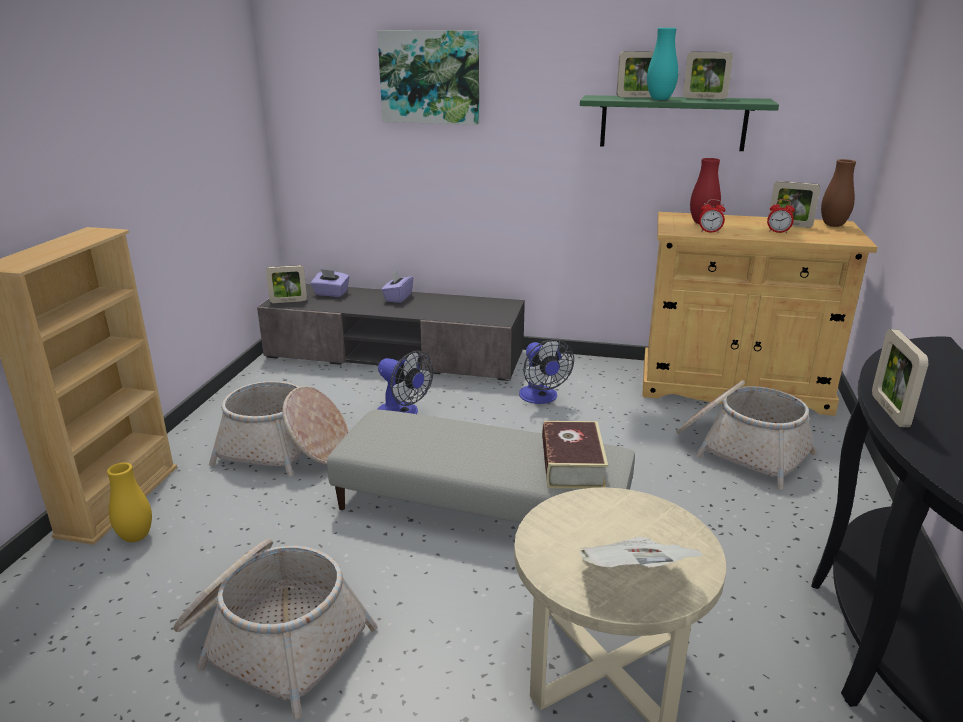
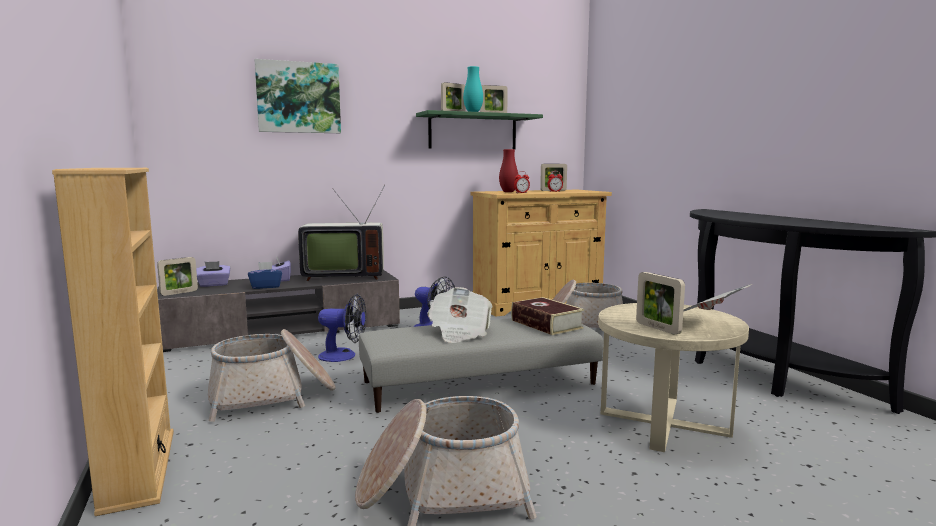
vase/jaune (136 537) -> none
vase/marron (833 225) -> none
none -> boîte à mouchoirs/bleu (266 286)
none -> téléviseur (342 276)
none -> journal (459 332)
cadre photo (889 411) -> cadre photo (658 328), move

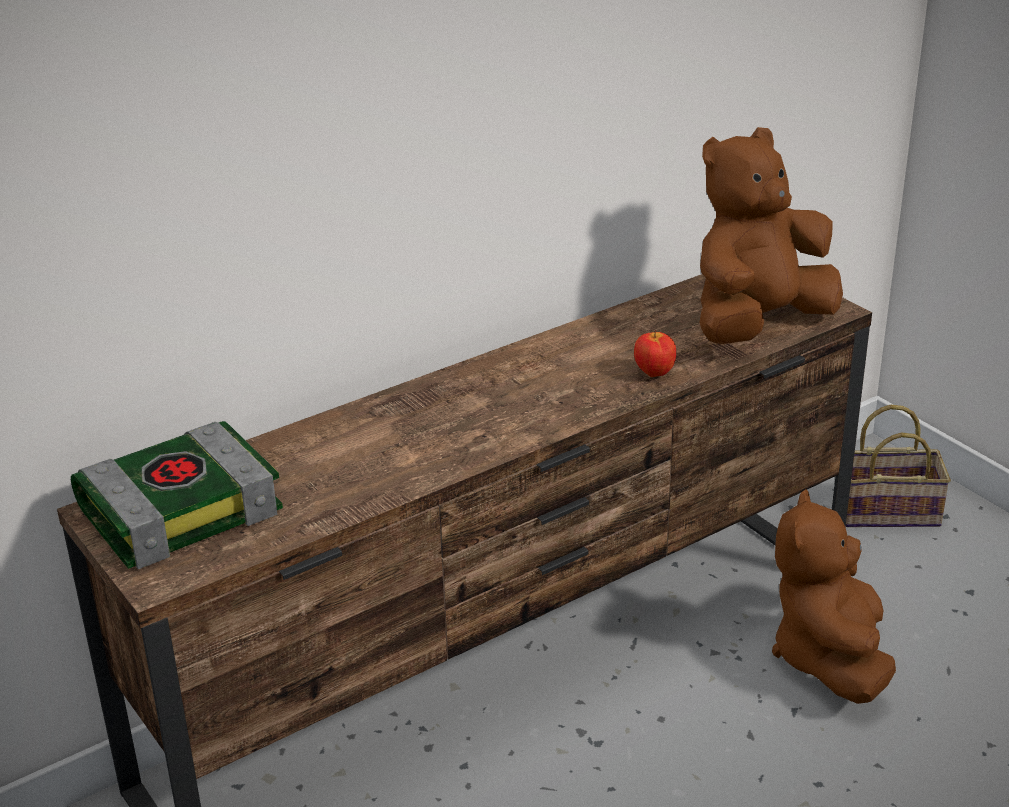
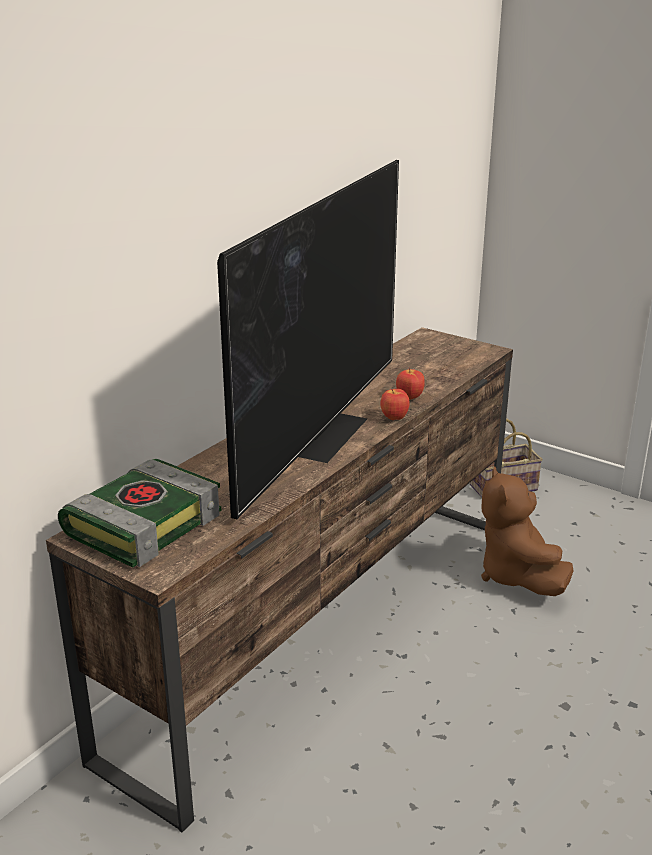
peluche/marron (758 325) -> none
none -> téléviseur (322 433)
none -> pomme (394 418)

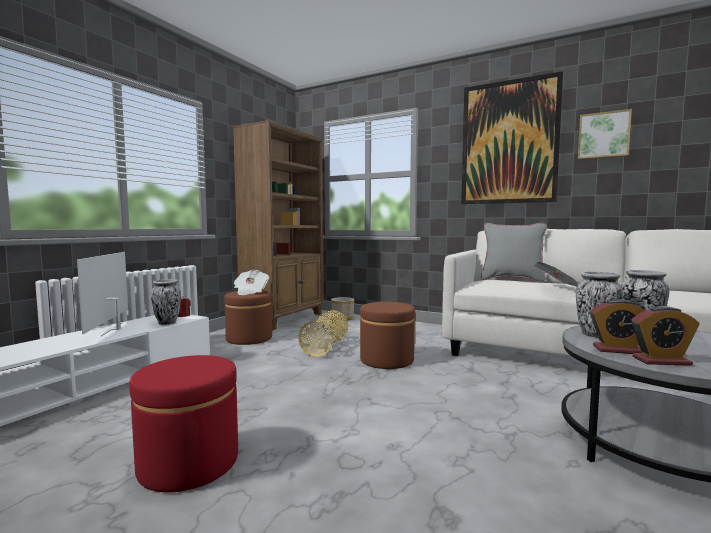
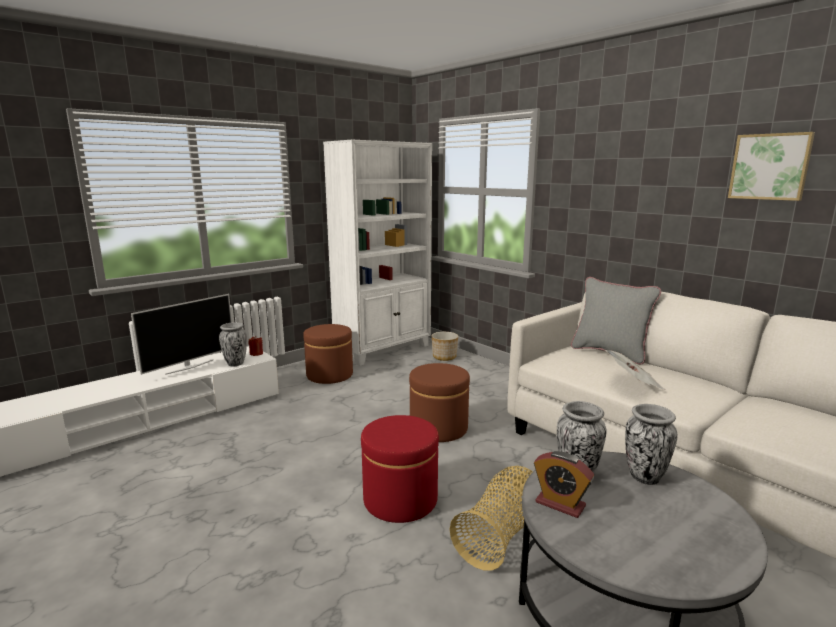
journal (250 292) -> none
tableau (509 142) -> none
réveil (661 361) -> none
pouf/rouge (189 463) -> pouf/rouge (400 499), move
panier (326 347) -> panier (501 535), move
bibliothèque/marron (284 319) -> bibliothèque/blanc (384 349)
téléviseur (114 329) -> téléviseur (189 367), 150 degrees counterclockwise

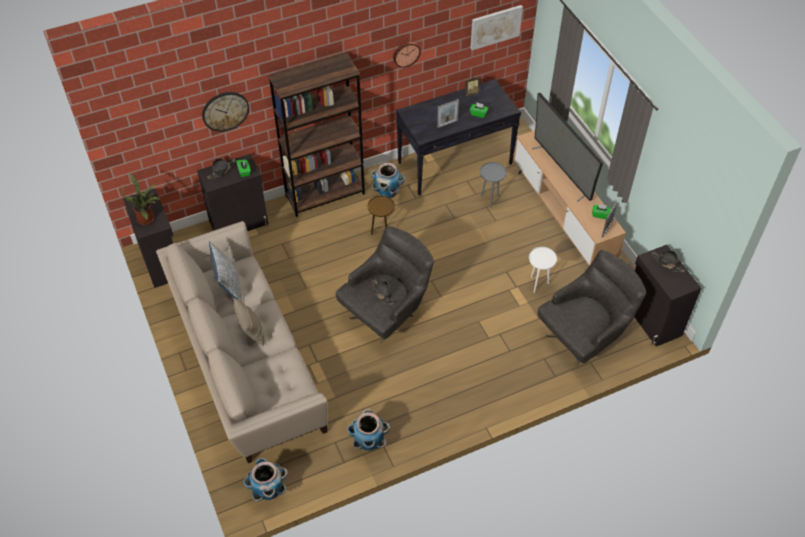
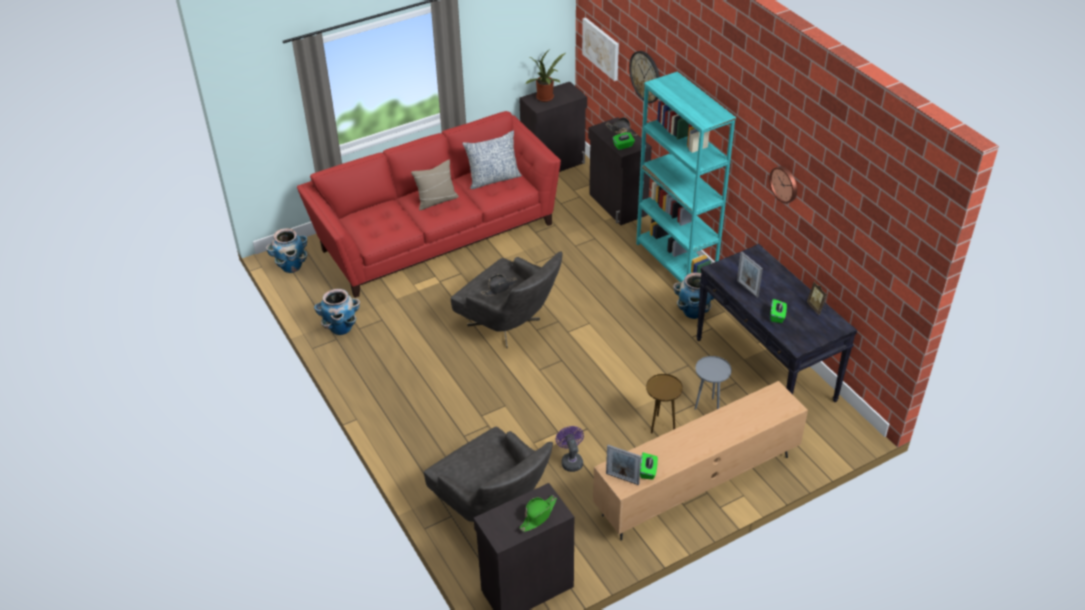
téléviseur (562 170) -> none
table d'appoint/marron (381 233) -> table d'appoint/marron (661 425), move
tableau (495 26) -> tableau (601 48), move
table d'appoint/blanc (537 284) -> ventilateur/violet (571 460)
canapé/beige (246 362) -> canapé/rouge (436 234)
bibliothèque/marron (325 195) -> bibliothèque/turquoise (675 262)
chapeau/noir (667 263) -> chapeau/vert (538 515)

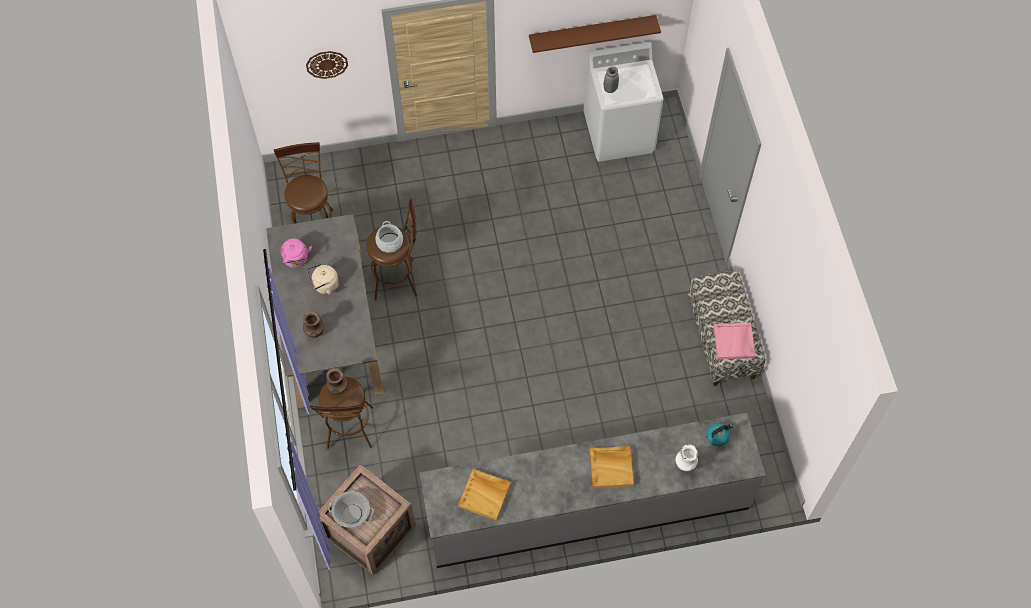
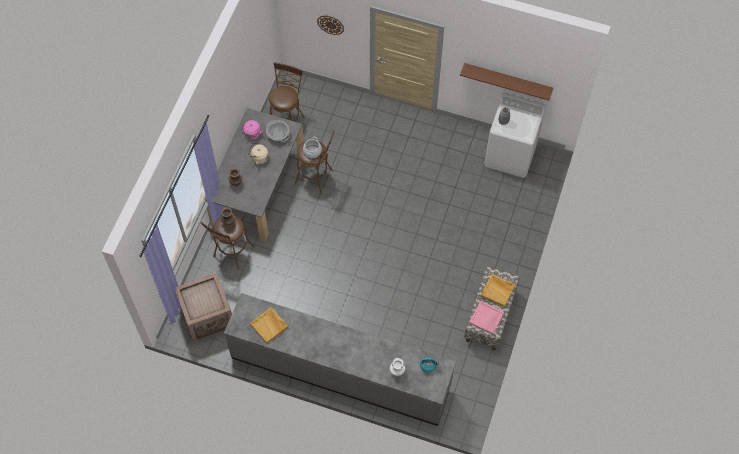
marmite (352 514) -> marmite (278 135), move
plateau/beige (611 467) -> plateau/beige (498 290), move

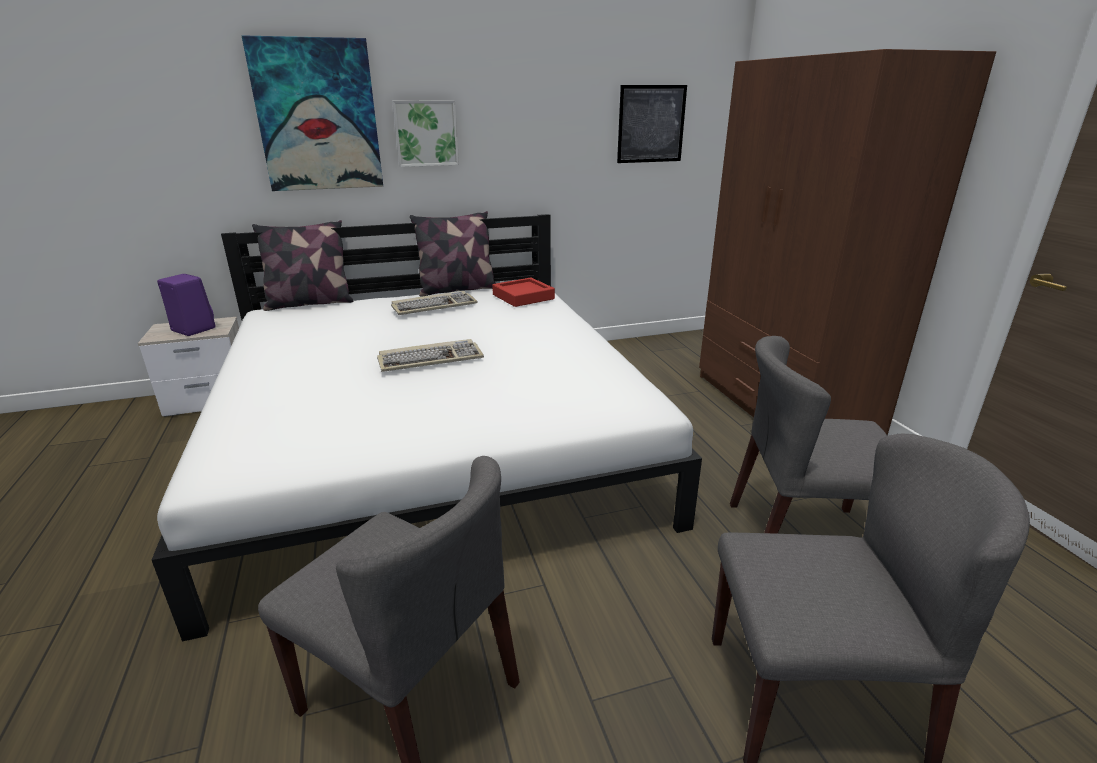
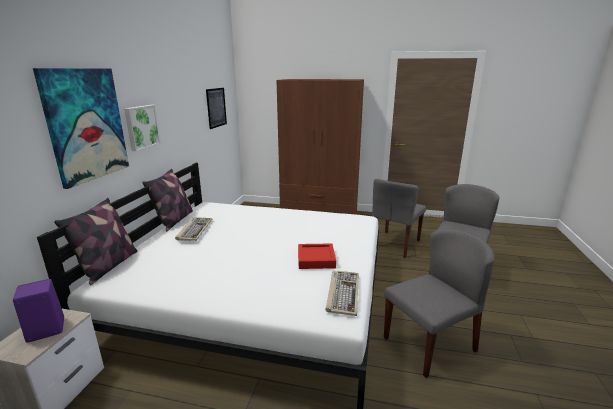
clavier (431 359) -> clavier (342 293), move
plateau/rouge (523 297) -> plateau/rouge (316 259), move

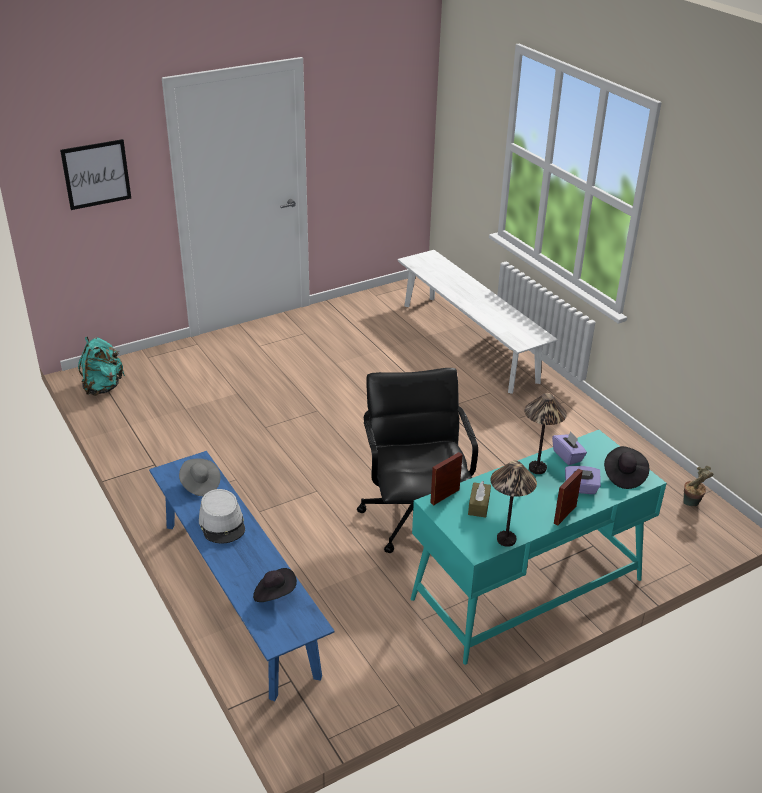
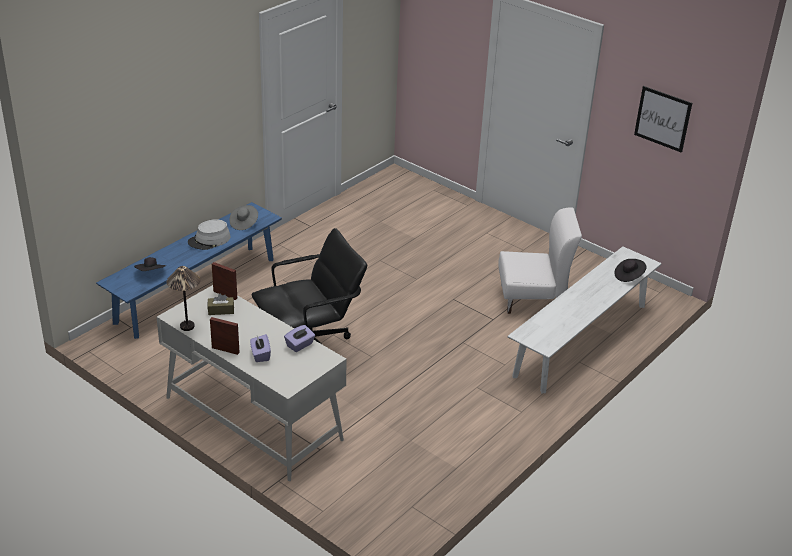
sac à dos/turquoise (103 387) -> none
lampe de table (537 468) -> none
plante en pot (691 504) -> none
none -> chaise/blanc (532 299)
tableau (96 174) -> tableau (662 118), move
chapeau/noir (624 475) -> chapeau/noir (628 276), move
bureau/turquoise (526 588) -> bureau/blanc (253 418)

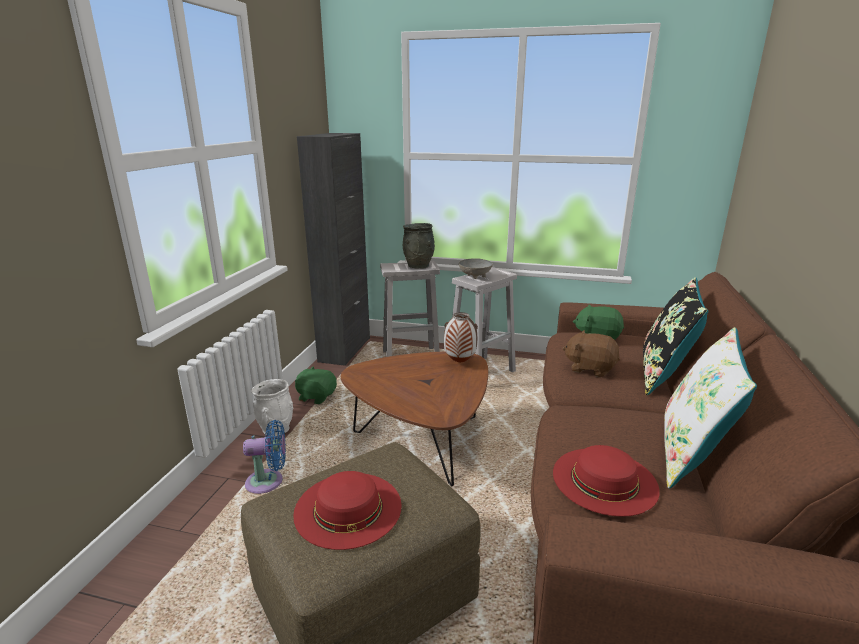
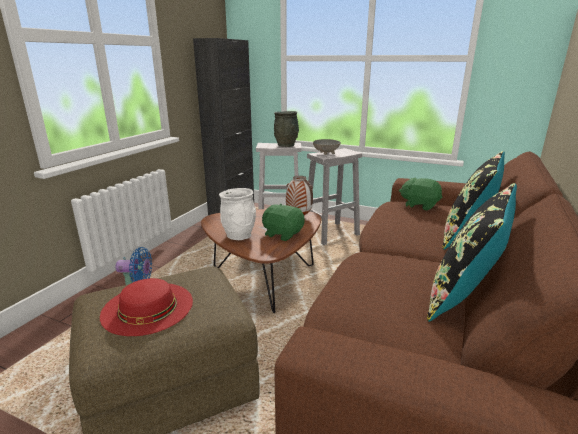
chapeau/rouge (604 480) -> none
peluche/marron (590 368) -> none
vase/blanc (276 429) -> vase/blanc (239 235), move
peluche/vert (316 396) -> peluche/vert (283 234), move
coussin/blanc (691 454) -> coussin/noir (463 297)

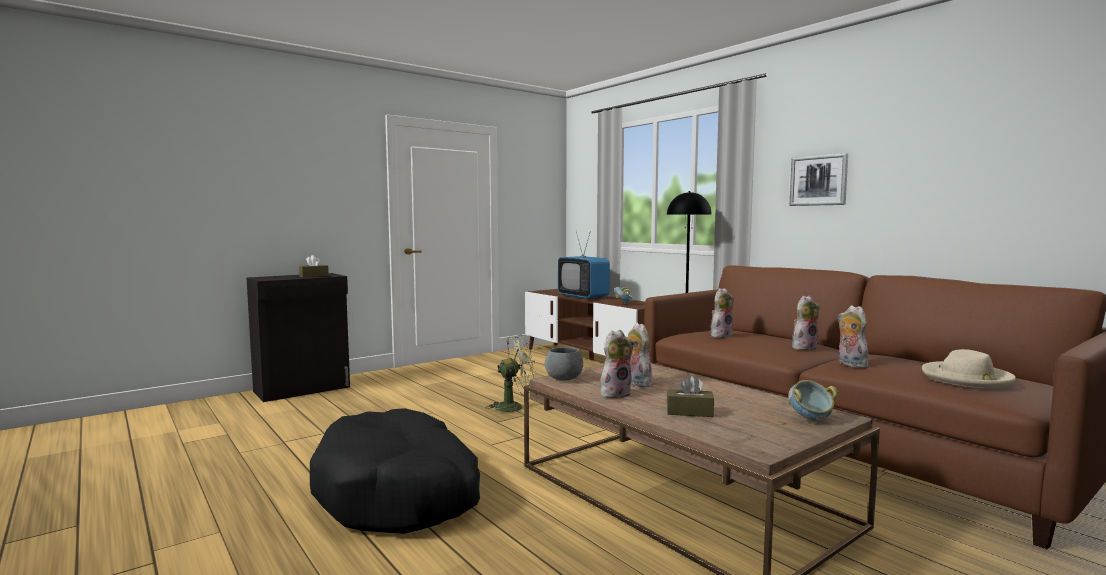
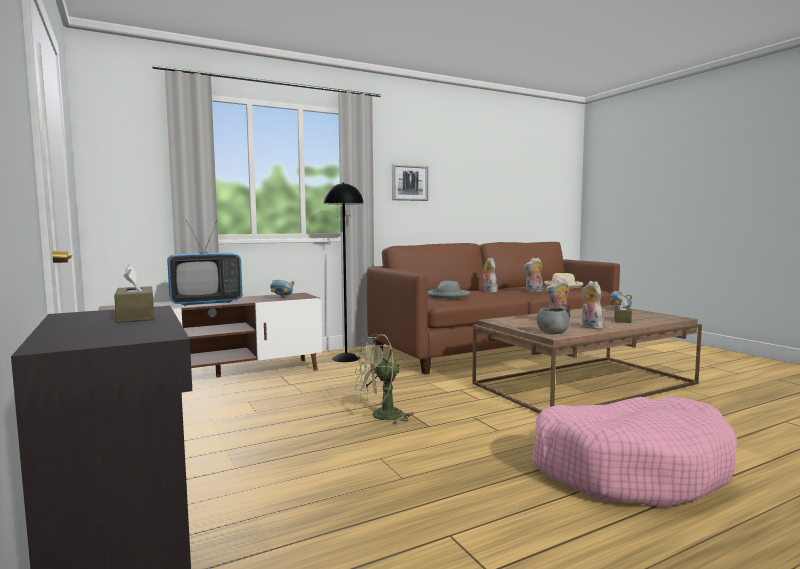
peluche (720 335) -> chapeau/gris (448 296)
panier pour chien/noir (399 492) -> panier pour chien/rose (630 469)
ventilateur/vert (515 407) -> ventilateur/vert (381 417), 105 degrees counterclockwise

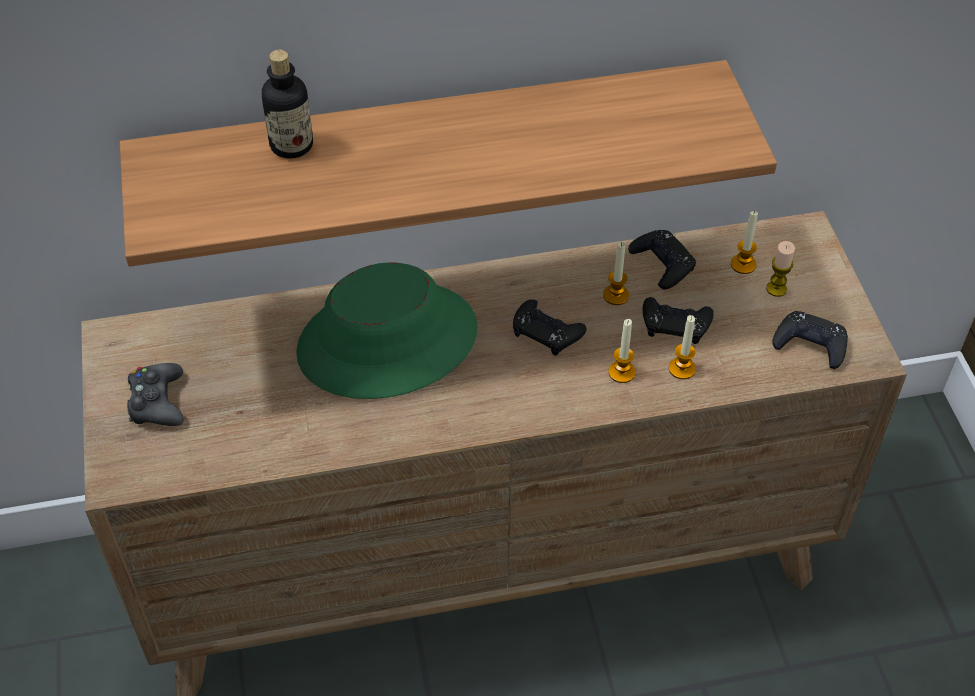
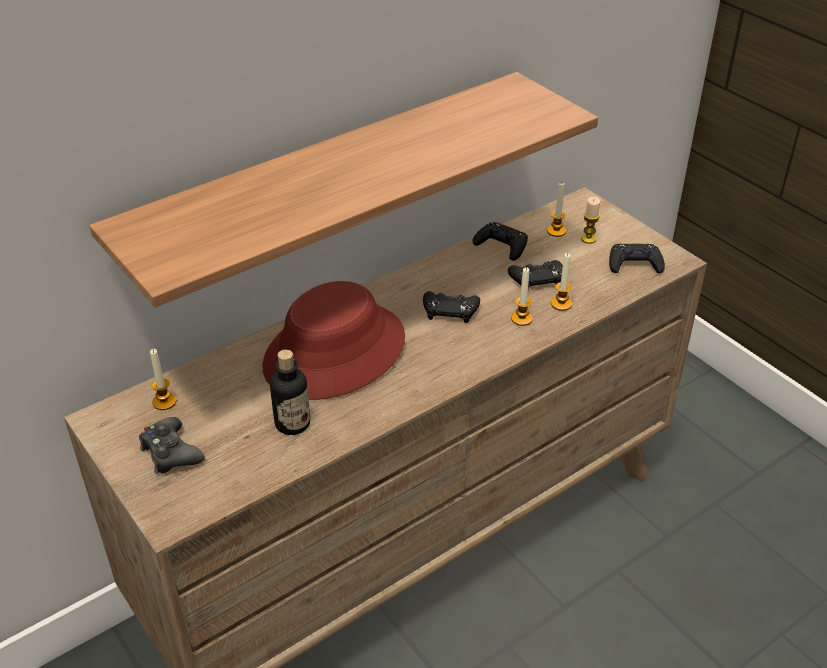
bouteille (291 145) -> bouteille (292 423), move
bougie (615 295) -> bougie (164 402), move
chapeau/vert (387 342) -> chapeau/rouge (335 352)

